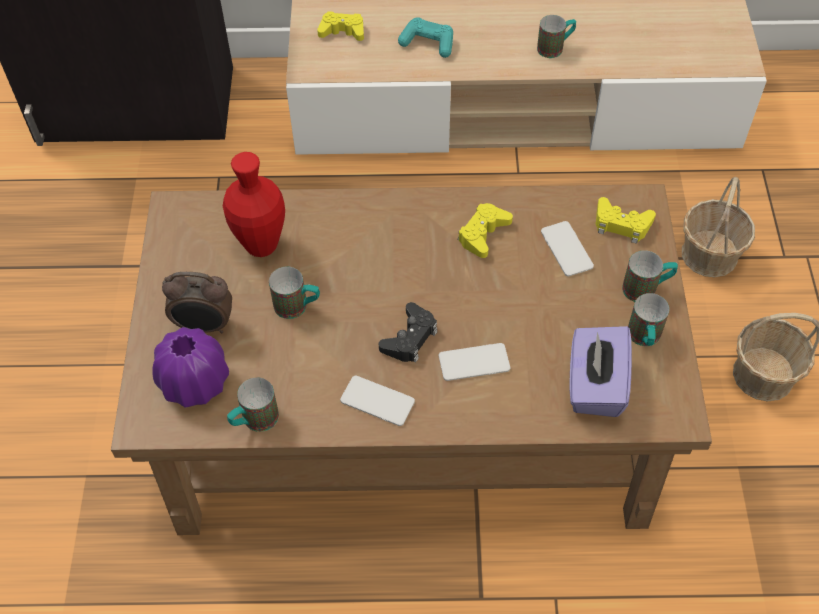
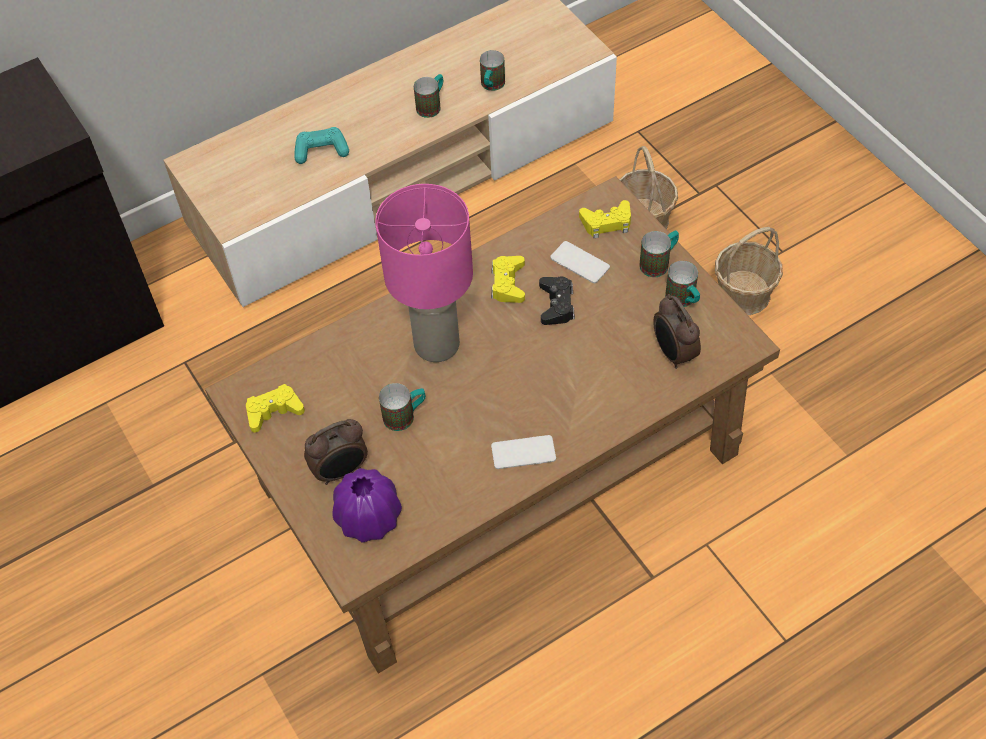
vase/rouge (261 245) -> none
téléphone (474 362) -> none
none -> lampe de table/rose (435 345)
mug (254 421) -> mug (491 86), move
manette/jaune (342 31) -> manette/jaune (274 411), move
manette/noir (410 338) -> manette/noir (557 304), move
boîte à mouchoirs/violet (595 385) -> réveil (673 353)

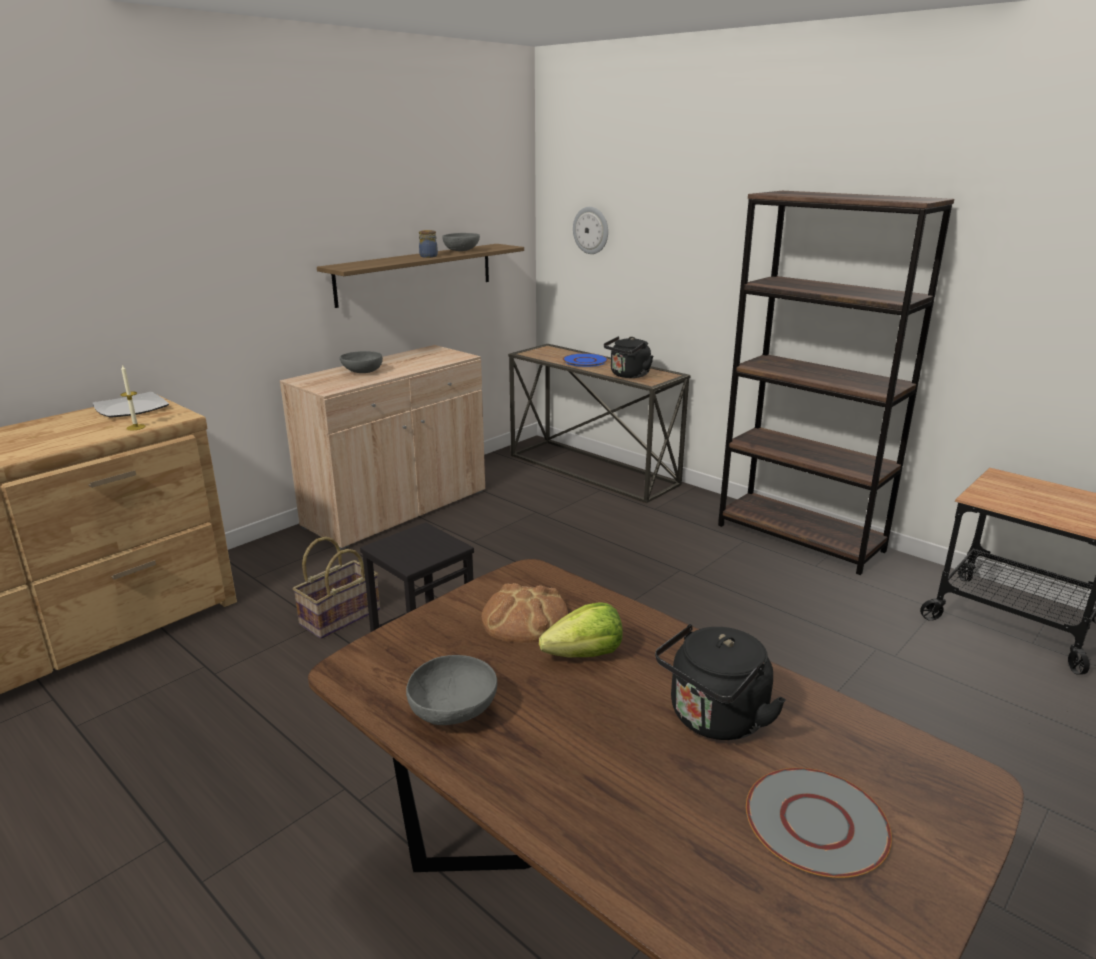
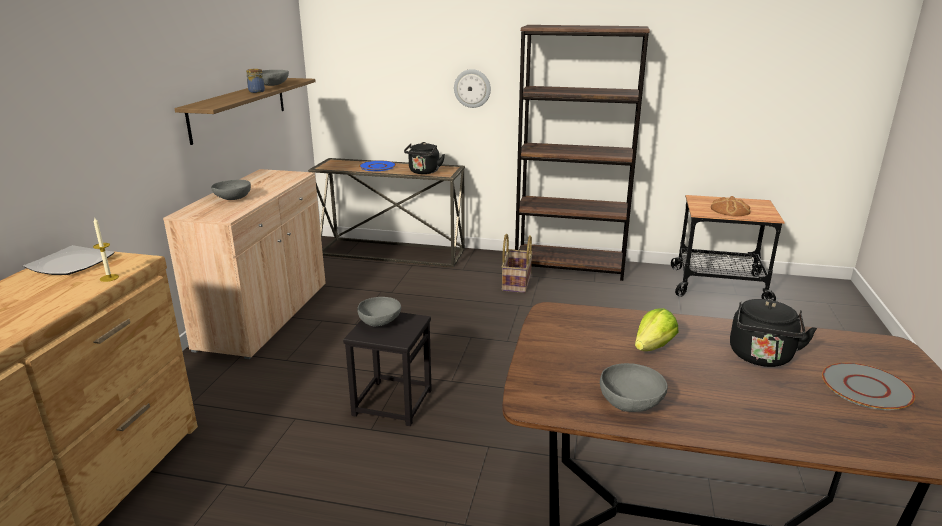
none -> bol/gris (380 322)
panier (340 616) -> panier (516 282), move
pain (524 618) -> pain (730 210), move
horloge murale (591 230) -> horloge murale (472 88), move

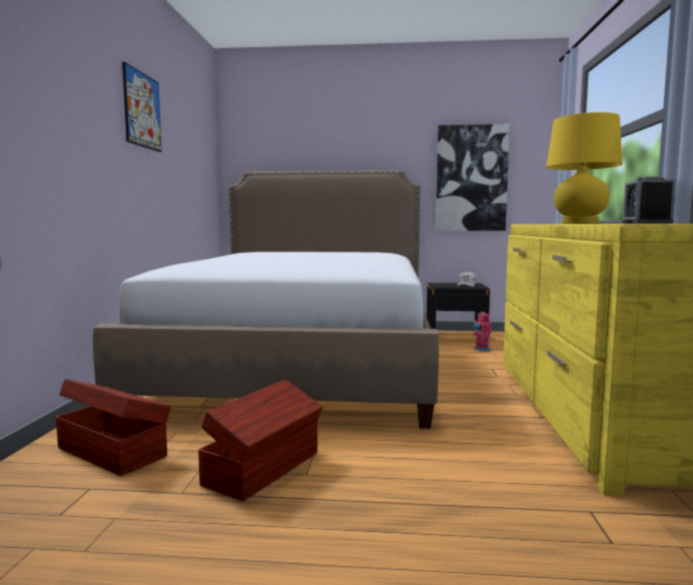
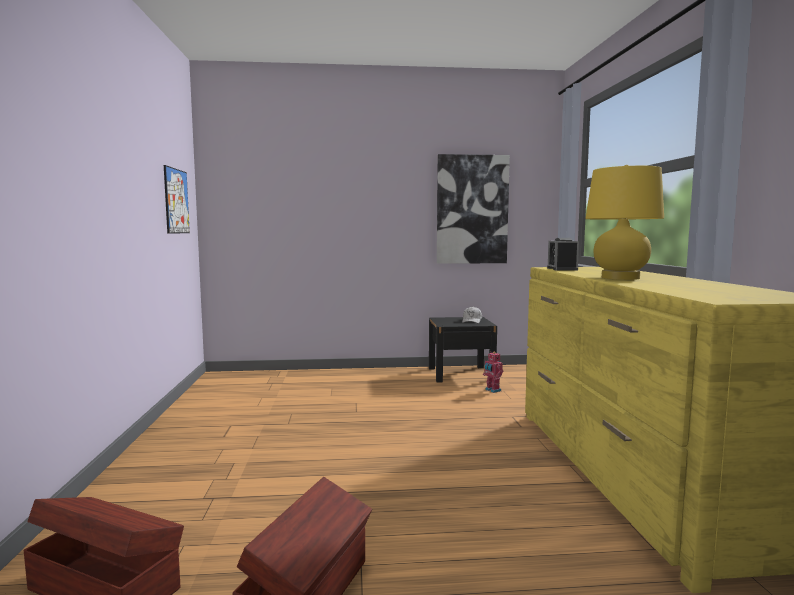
lit (303 362) -> none
tableau (142 110) -> tableau (176 201), move
réveil (646 223) -> réveil (562 269), move

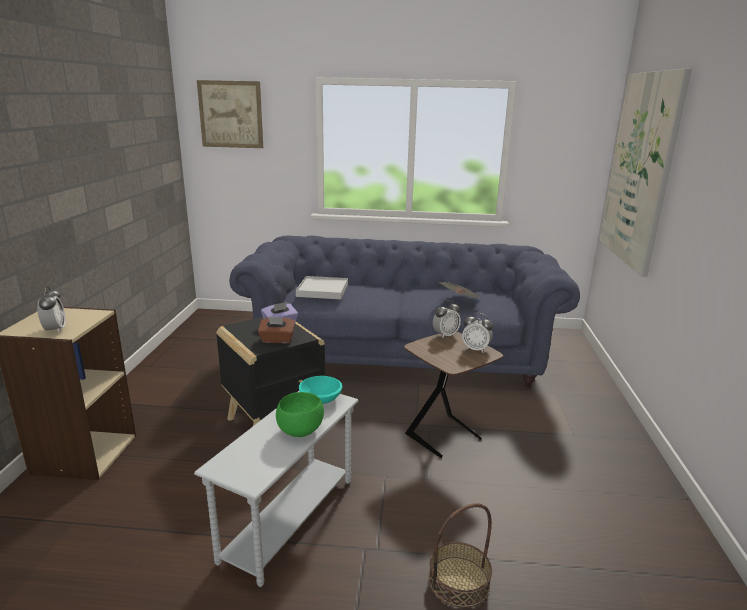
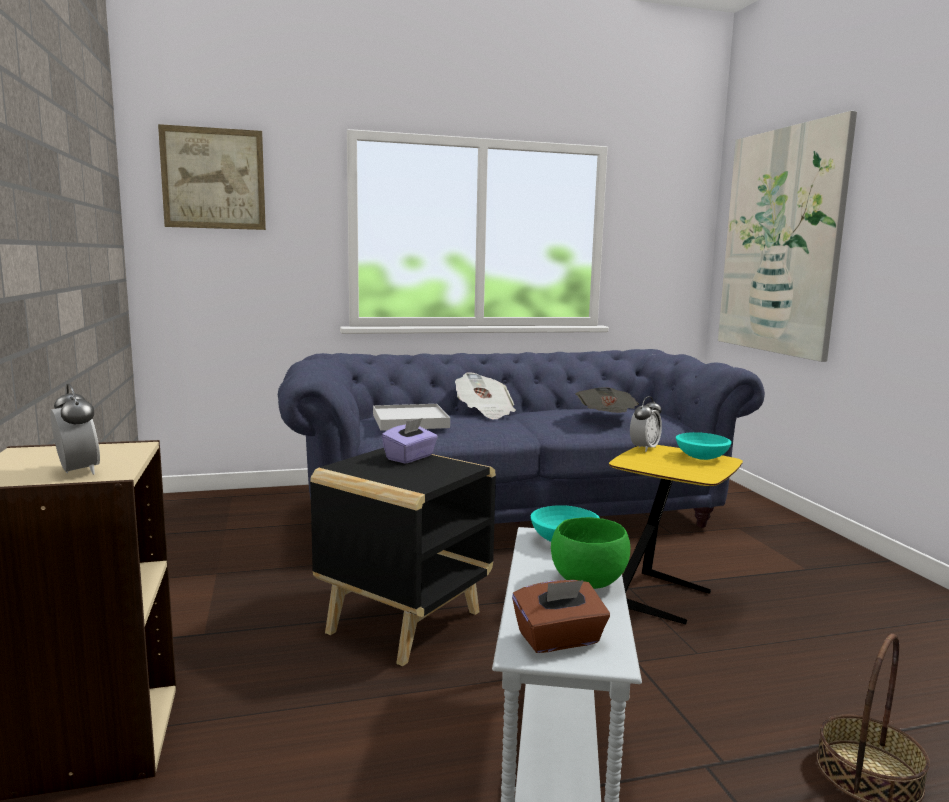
none -> journal (484 412)
boîte à mouchoirs/marron (277 340) -> boîte à mouchoirs/marron (559 639), move
réveil (476 349) -> bol/turquoise (702 457)
table d'appoint/marron (445 437) -> table d'appoint/jaune (665 598)

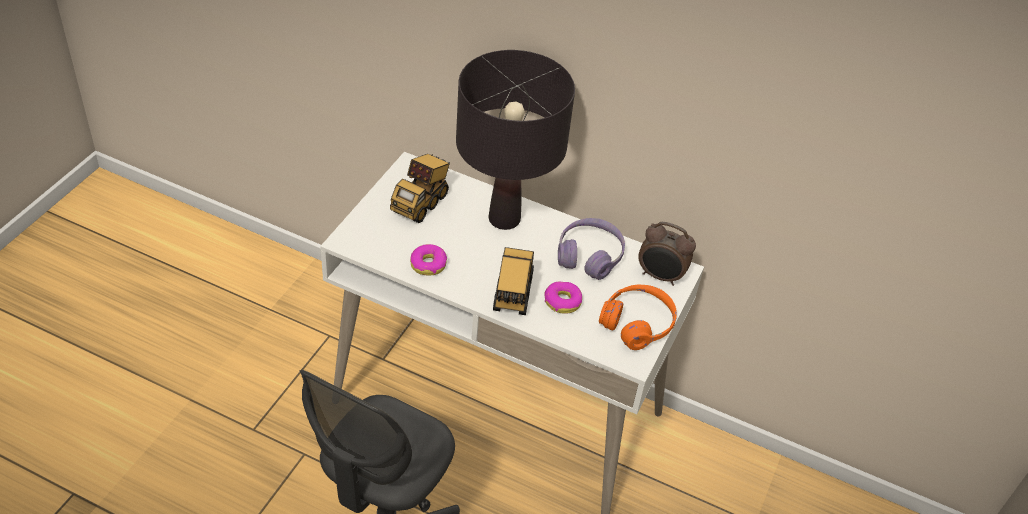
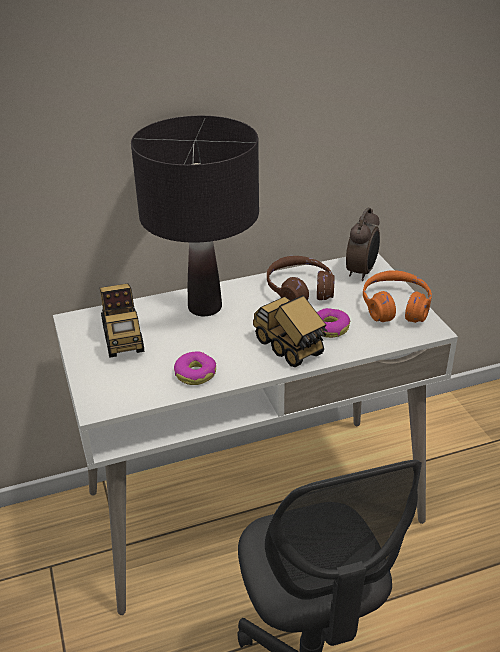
casque audio/violet (589 256) -> casque audio/marron (300 290)
réveil (660 276) -> réveil (362 272), 45 degrees counterclockwise

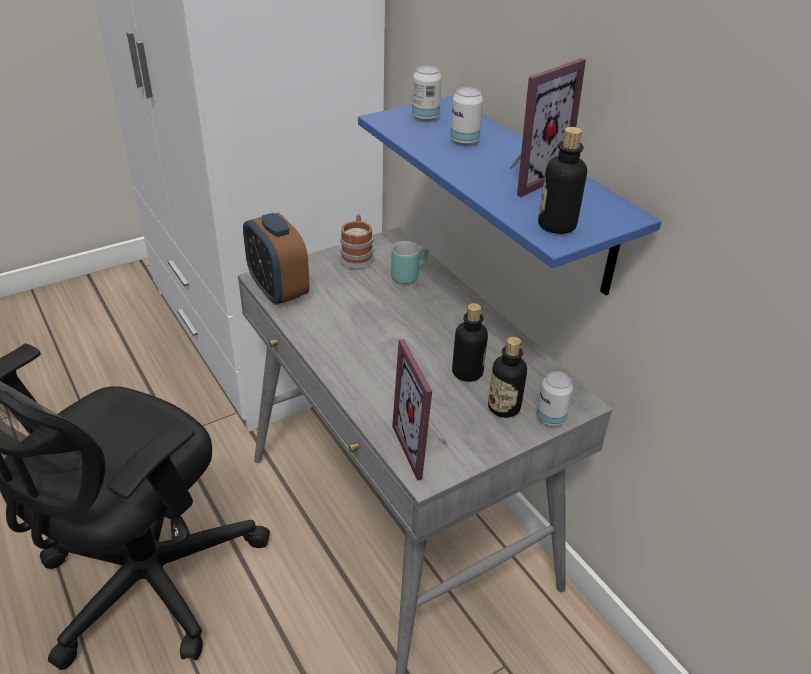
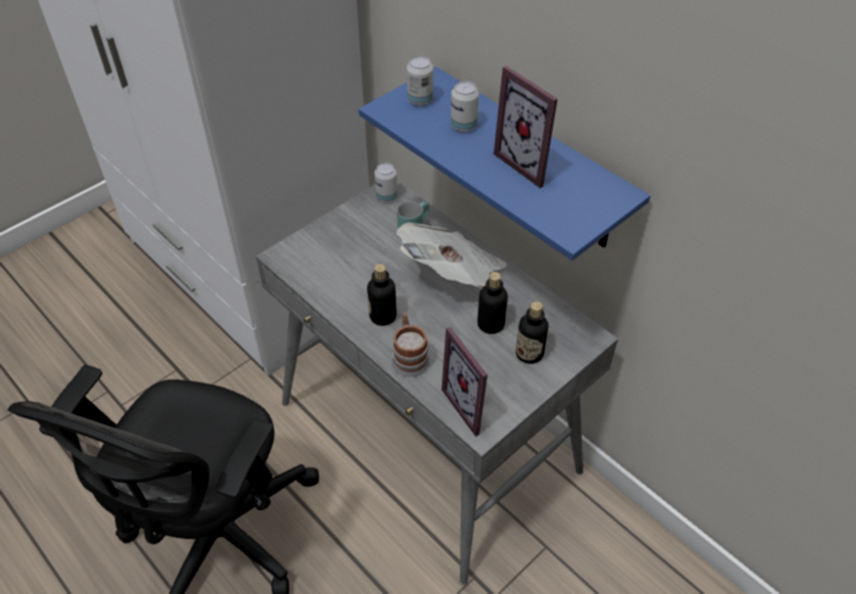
réveil (278 290) -> none
none -> journal (452 274)
mug (357 256) -> mug (409 357), move
boîte métallique (550 418) -> boîte métallique (386 197), move
bouteille (556 225) -> bouteille (383 316), move
cadre photo (528 177) -> cadre photo (530 162), 105 degrees clockwise

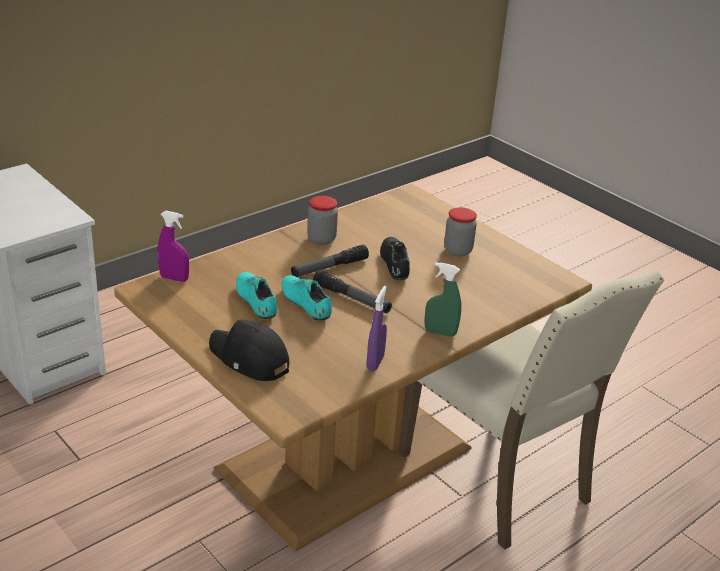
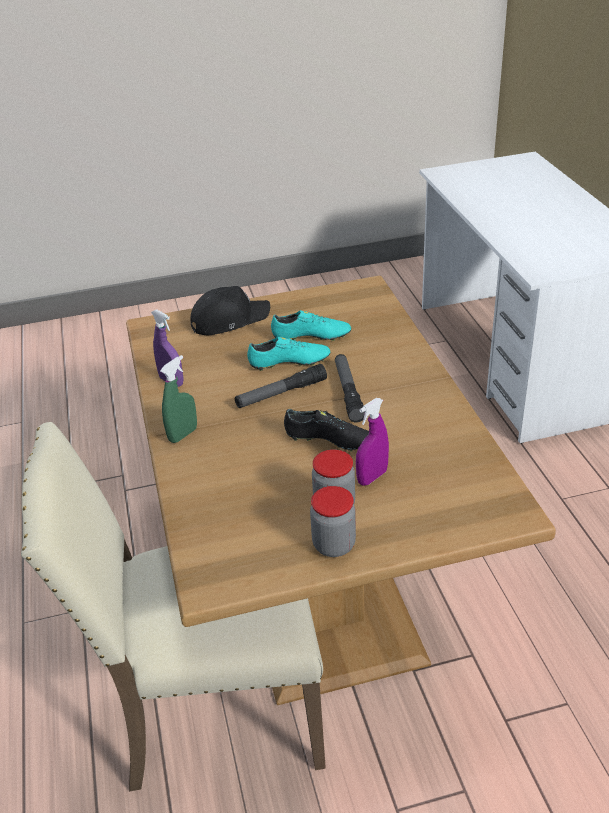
vaporisateur/violet (174 278) -> vaporisateur/violet (372 477), move
bocal (321 239) -> bocal (334 545), move

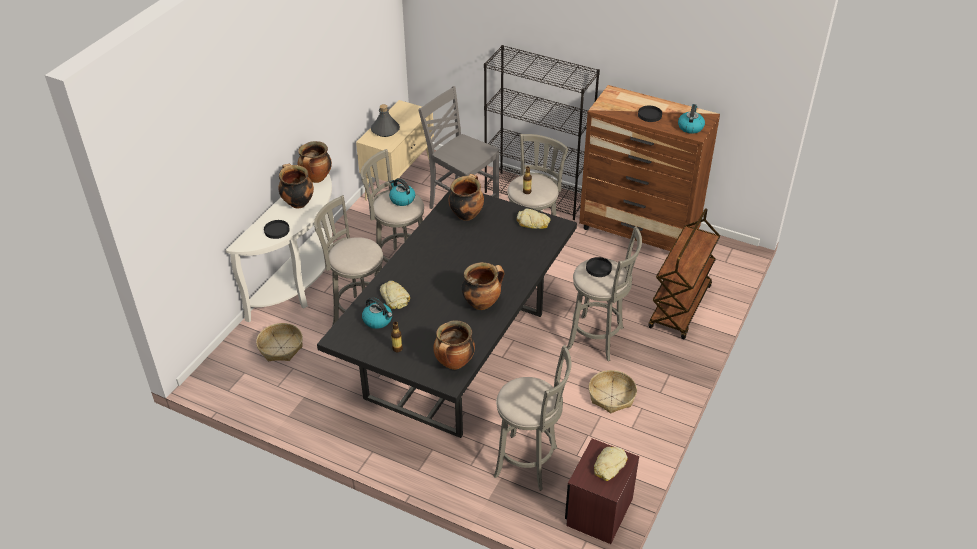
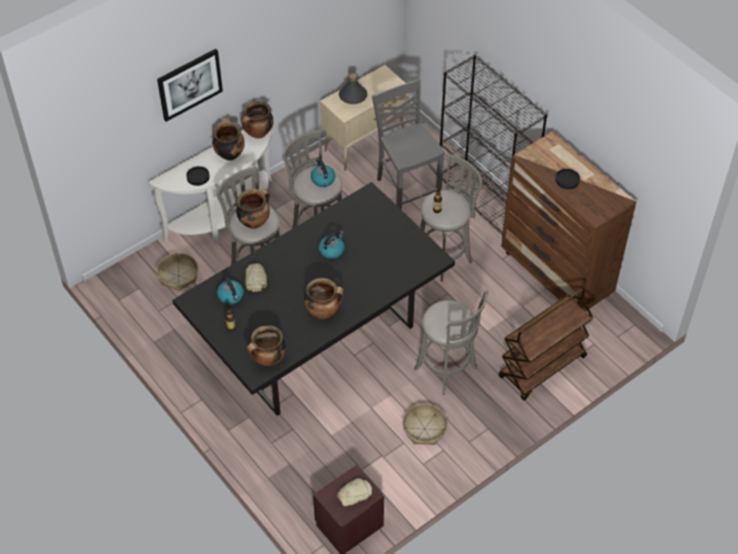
tabouret/gris (529 463) -> none
pain (533 223) -> none
assiette/noir (598 268) -> none
none -> tableau (189 84)
marmite (466 214) -> marmite (254 221), move
bouilloire (690 127) -> bouilloire (332 250), move

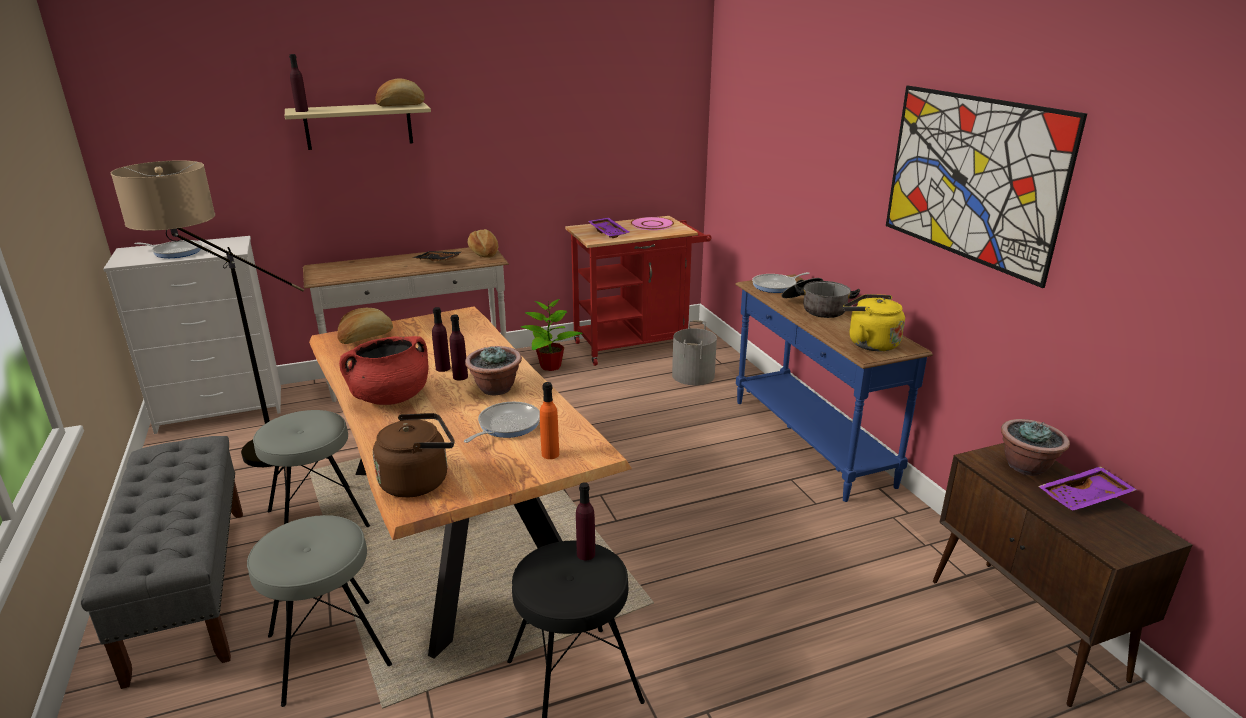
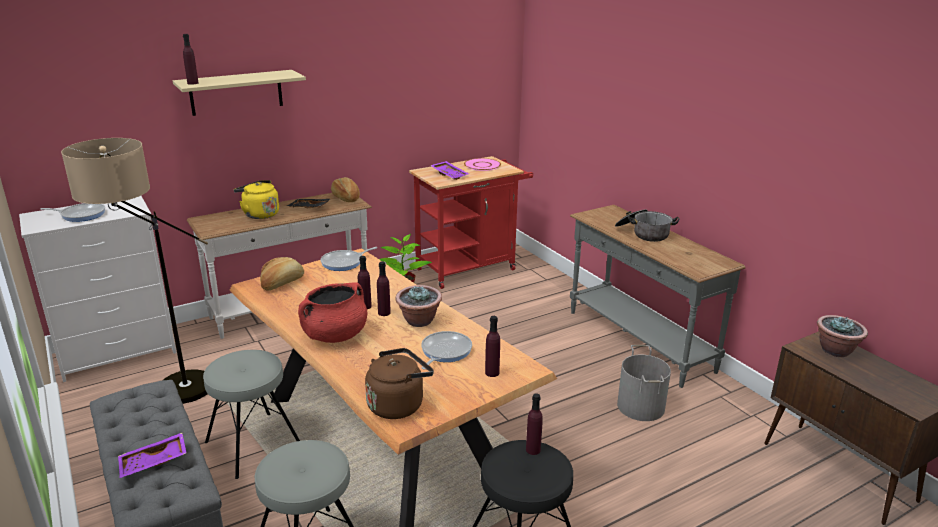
pain (401 105) -> none
tableau (971 178) -> none
seau/gris (694 375) -> seau/gris (641 406), move
poêle (776 286) -> poêle (344 262), move
bouilloire/jaune (869 343) -> bouilloire/jaune (259 214), move
plateau/violet (1085 498) -> plateau/violet (153 463), move
bouteille/orange (550 454) -> bouteille/violet (492 373)
table console/bleu (808 442) -> table console/gris (638 341)

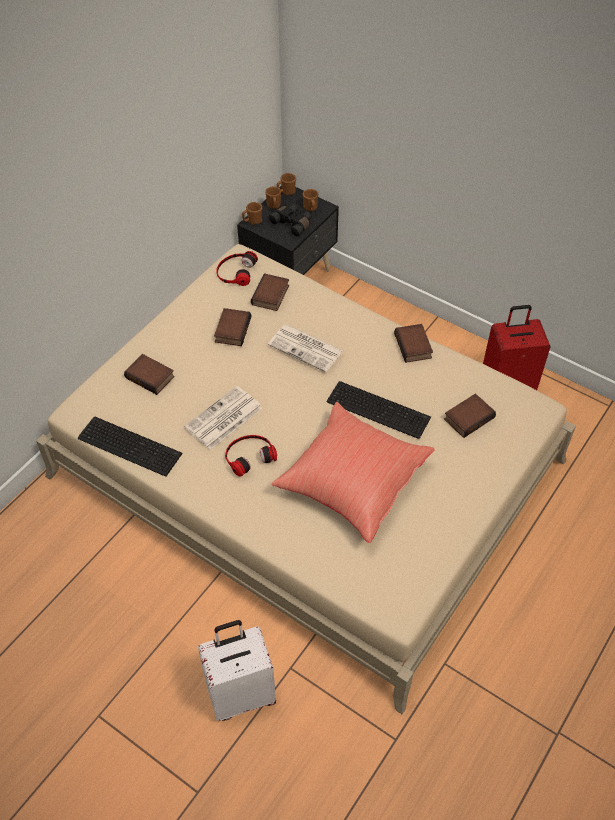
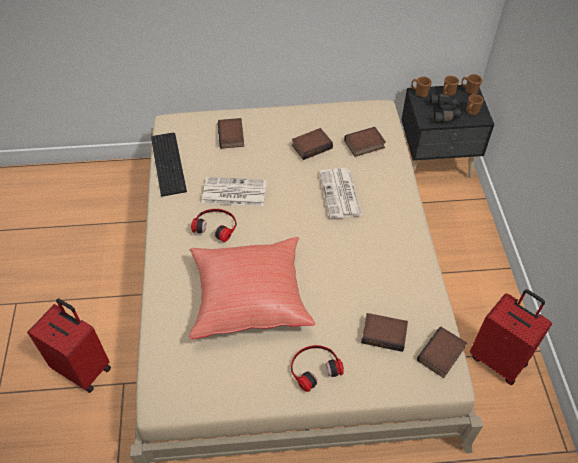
clavier (378 408) -> none
casque audio (235 272) -> casque audio (314 367), move
livre (414 346) -> livre (441 355), move
valise/blanc (241 693) -> valise/rouge (83 368)

